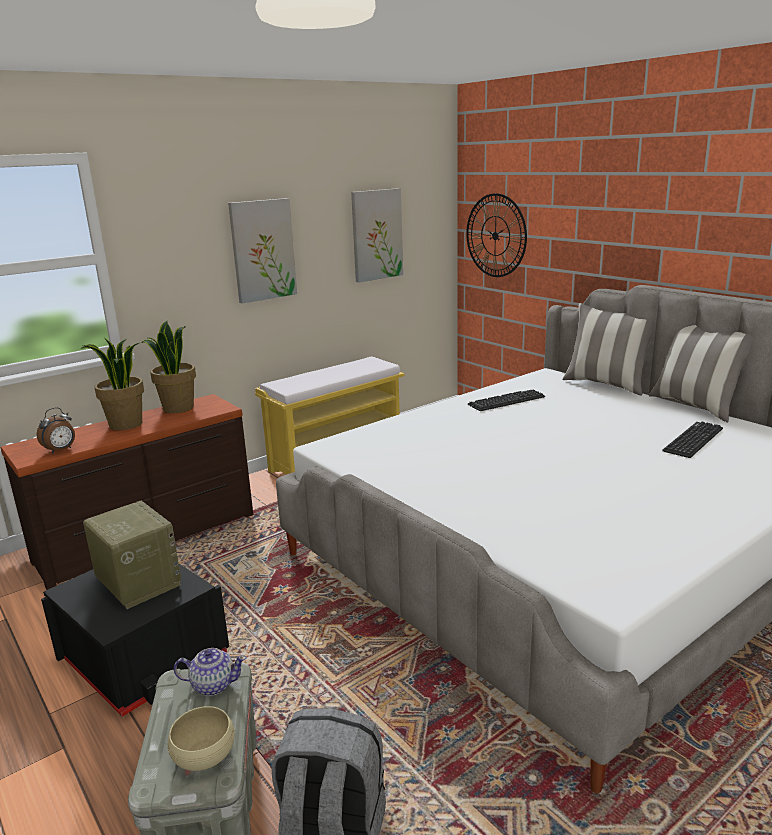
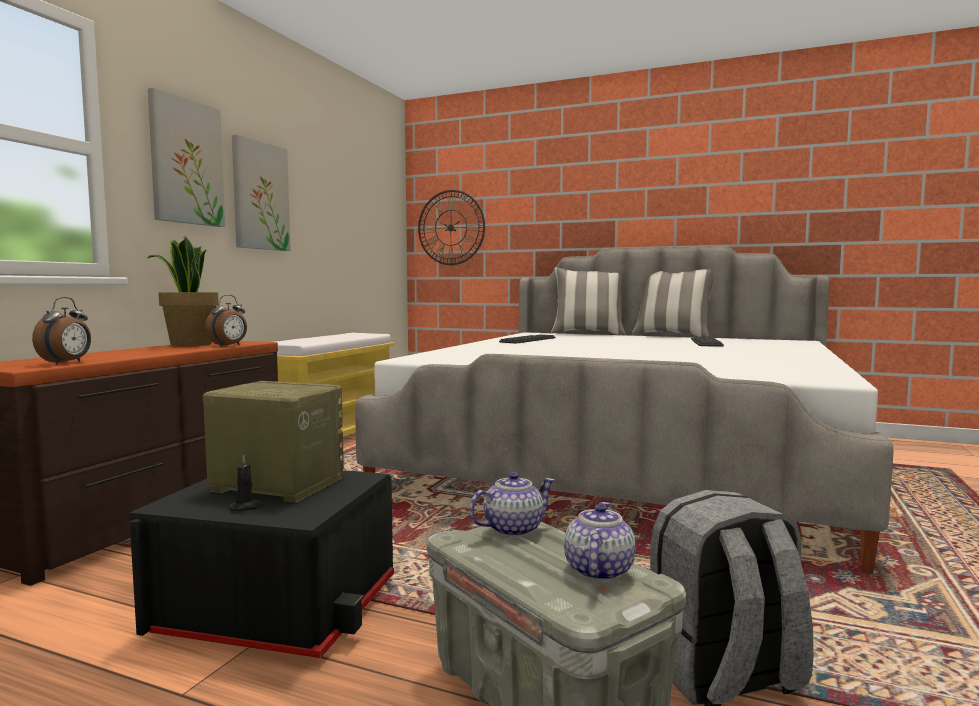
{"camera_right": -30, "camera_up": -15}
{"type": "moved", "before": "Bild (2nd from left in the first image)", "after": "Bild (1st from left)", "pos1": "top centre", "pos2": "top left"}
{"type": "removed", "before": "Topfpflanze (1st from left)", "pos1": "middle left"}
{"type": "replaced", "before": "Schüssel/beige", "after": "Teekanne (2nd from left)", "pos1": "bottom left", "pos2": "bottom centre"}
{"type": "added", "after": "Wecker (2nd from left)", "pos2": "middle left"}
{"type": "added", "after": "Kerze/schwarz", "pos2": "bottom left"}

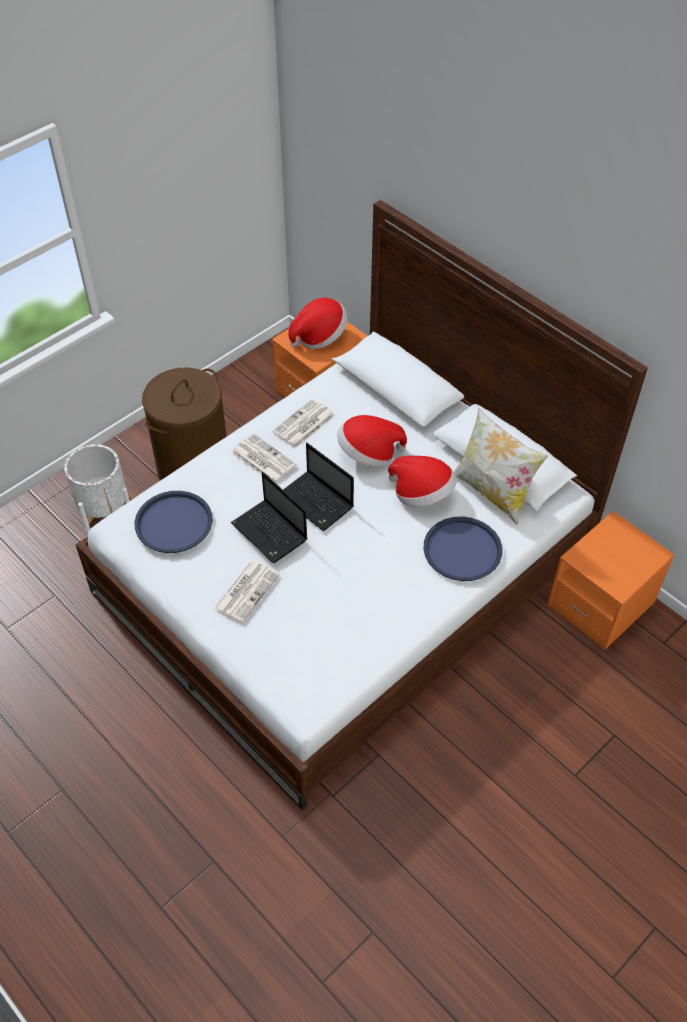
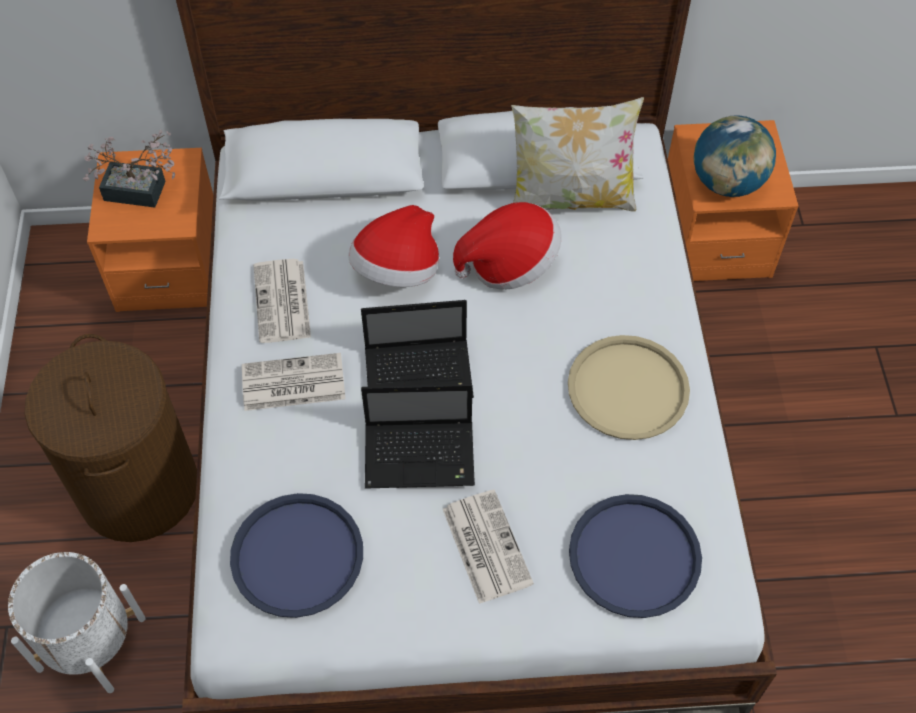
{"camera_right": -50, "camera_up": 5}
{"type": "replaced", "before": "Hut (1st from left)", "after": "Topfpflanze", "pos1": "top centre", "pos2": "top left"}
{"type": "moved", "before": "Tablett/blau (2nd from left)", "pos1": "middle right", "pos2": "bottom right"}
{"type": "added", "after": "Globus", "pos2": "top right"}
{"type": "added", "after": "Tablett/beige", "pos2": "middle right"}

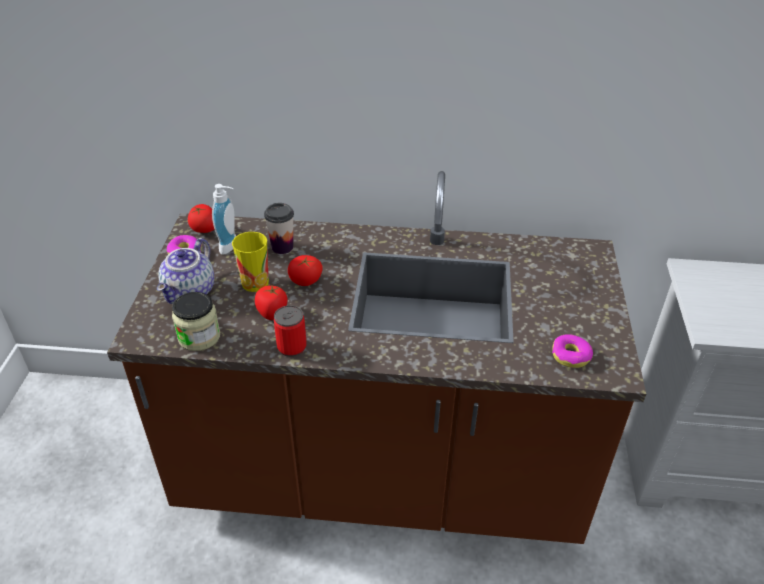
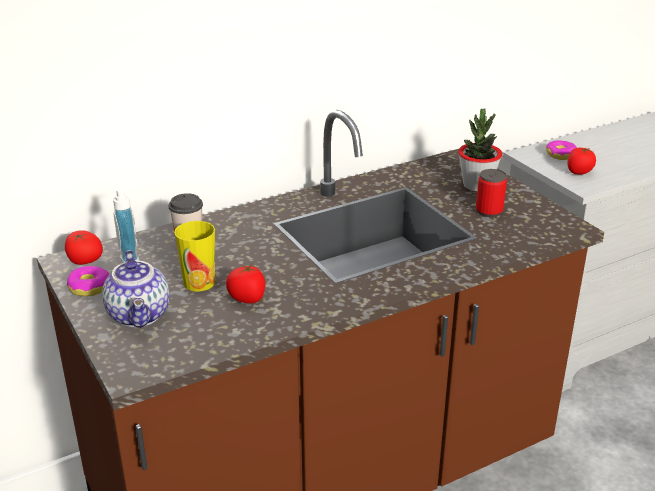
{"camera_right": -35, "camera_up": -10}
{"type": "moved", "before": "Tomate (3rd from left)", "pos1": "centre", "pos2": "top right"}
{"type": "removed", "before": "Vorratsglas", "pos1": "middle left"}
{"type": "moved", "before": "Dose", "pos1": "centre", "pos2": "middle right"}
{"type": "moved", "before": "Donut (2nd from left)", "pos1": "middle right", "pos2": "top right"}
{"type": "added", "after": "Topfpflanze", "pos2": "top right"}

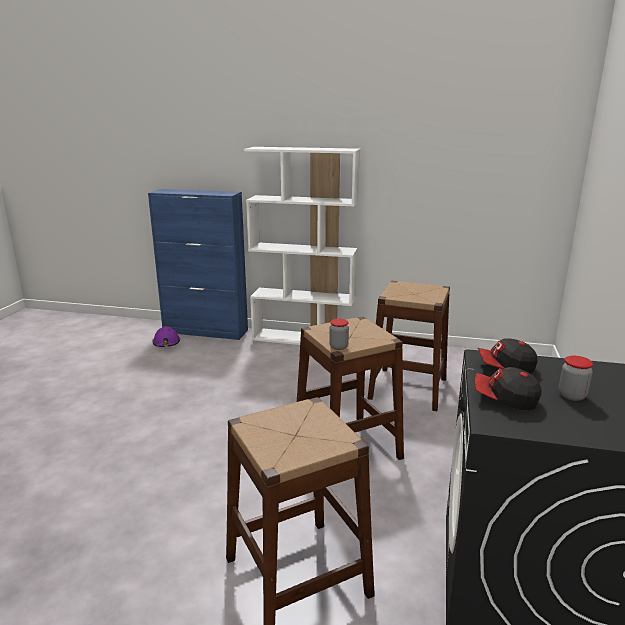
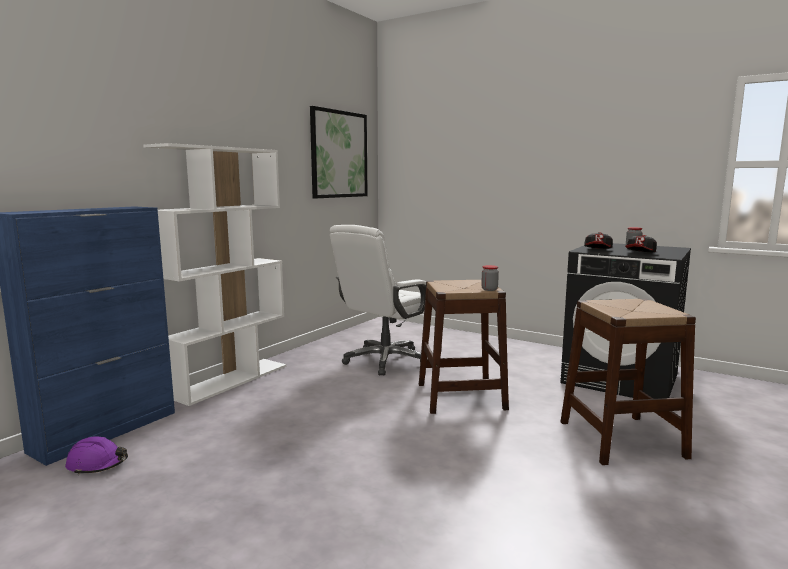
{"camera_right": -70, "camera_up": -10}
{"type": "replaced", "before": "Hocker/braun (3rd from left)", "after": "Bürostuhl/weiß", "pos1": "centre", "pos2": "centre"}
{"type": "added", "after": "Bild", "pos2": "top centre"}

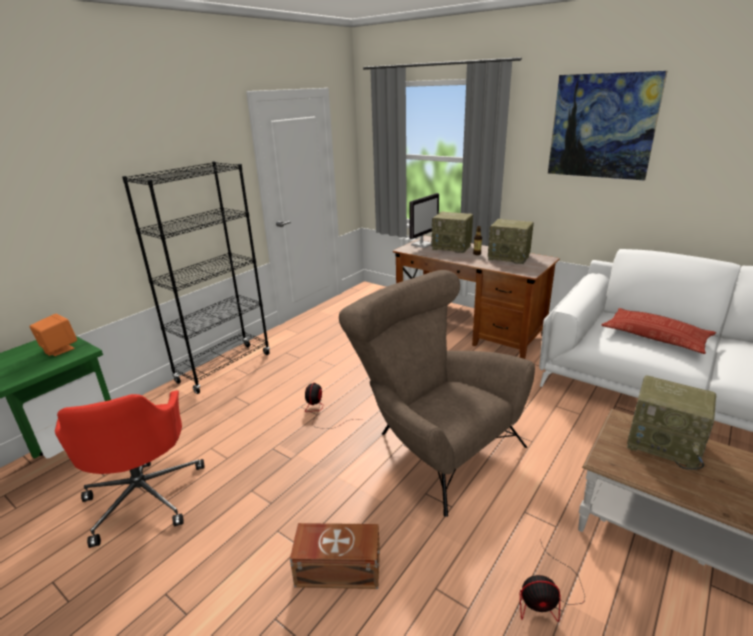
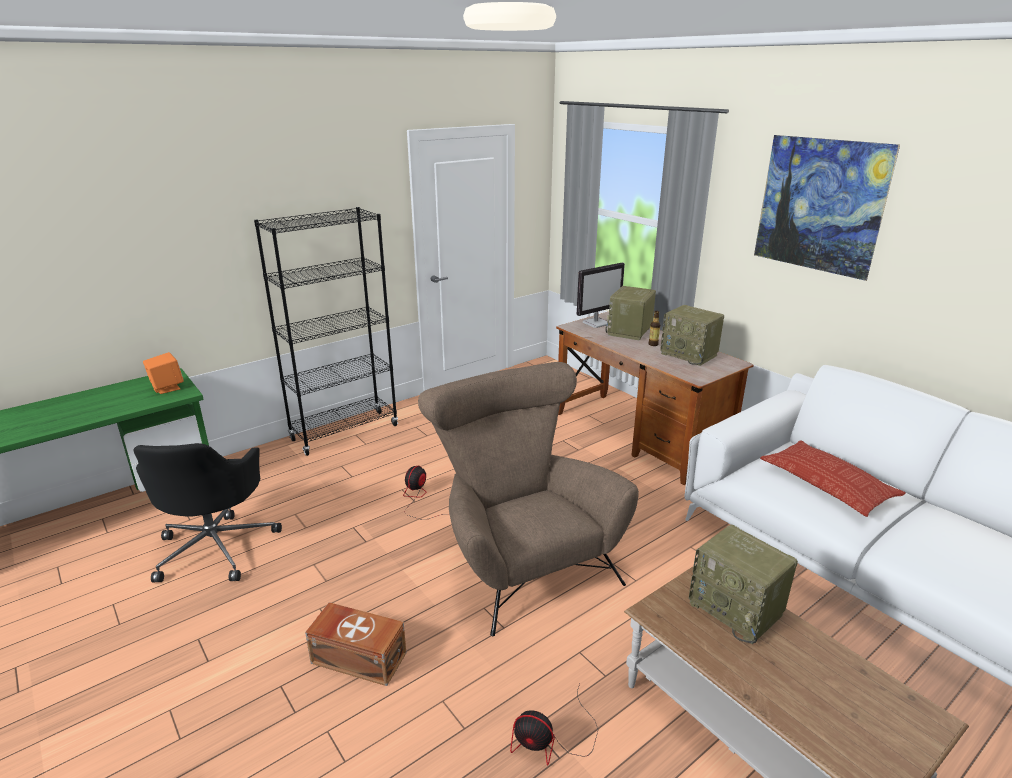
{"camera_right": 15, "camera_up": 0}
{"type": "turned", "before": "Radio (1st from left)", "pos1": "centre", "pos2": "centre", "turn": 75}
{"type": "recoloured", "before": "Bürostuhl/rot", "after": "Bürostuhl/schwarz", "pos1": "bottom left", "pos2": "middle left"}

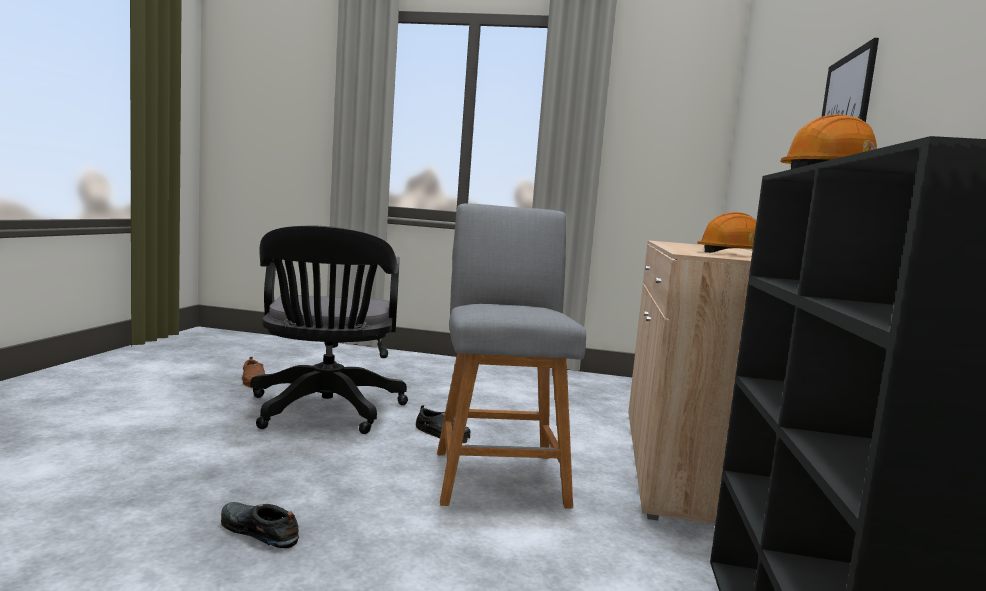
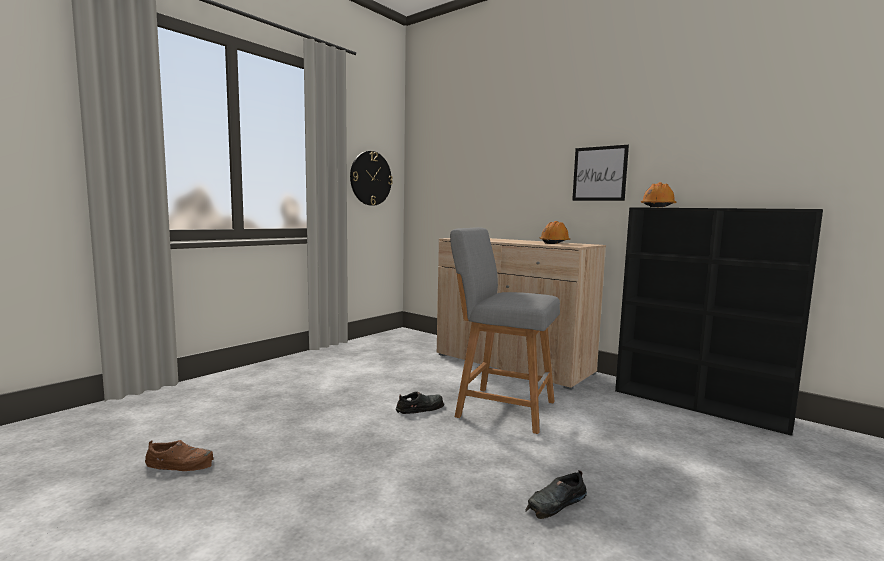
{"camera_right": -60, "camera_up": 0}
{"type": "removed", "before": "Bürostuhl/schwarz", "pos1": "centre"}
{"type": "added", "after": "Wanduhr", "pos2": "top centre"}

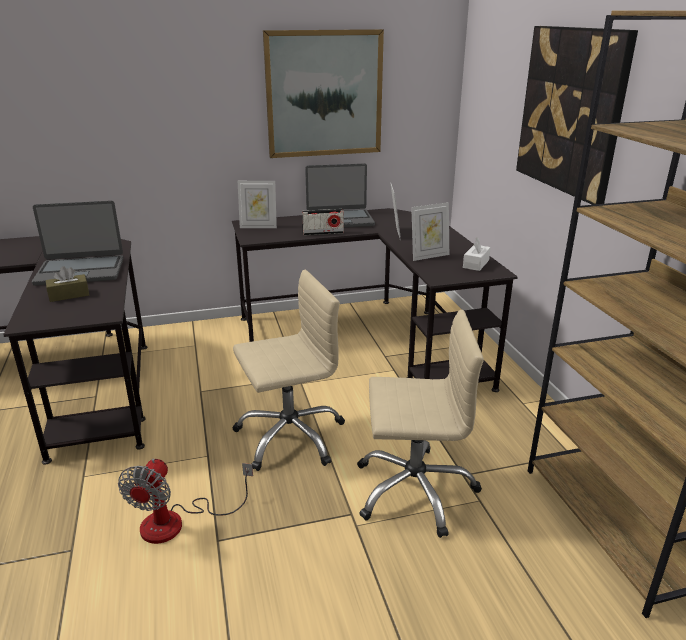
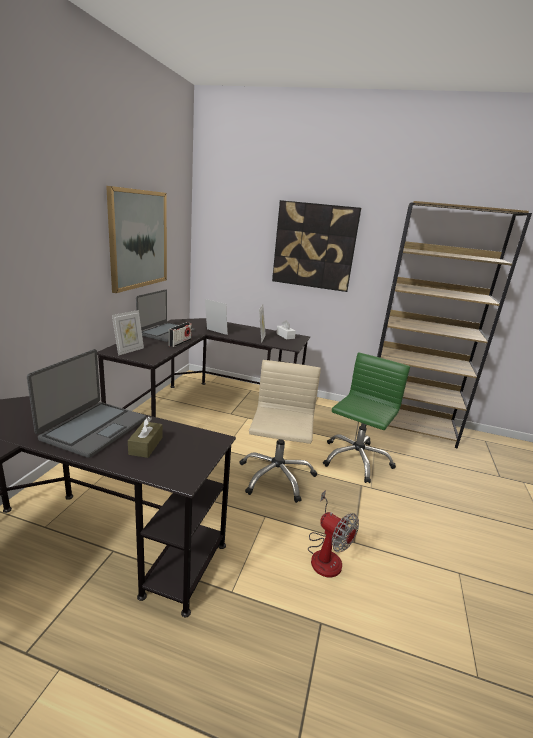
{"camera_right": -60, "camera_up": -5}
{"type": "recoloured", "before": "Bürostuhl/beige (2nd from left)", "after": "Bürostuhl/grün", "pos1": "centre", "pos2": "middle right"}

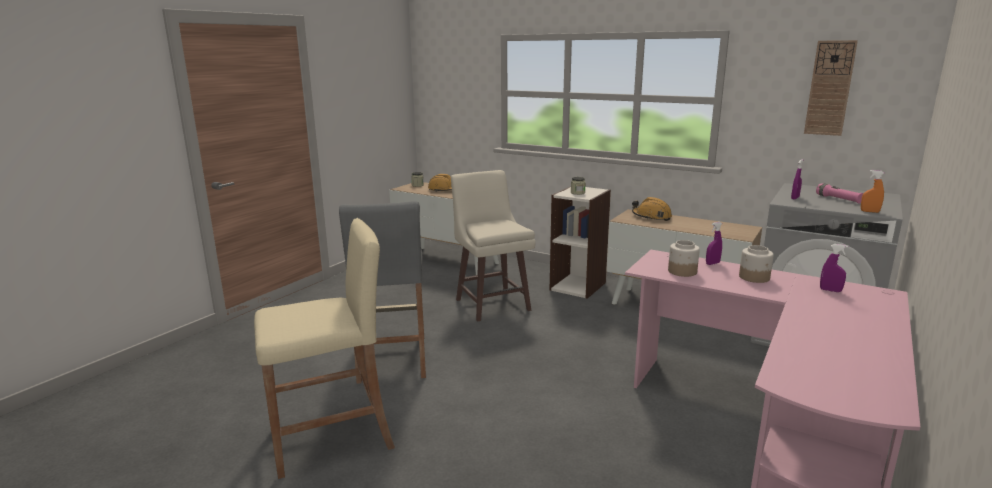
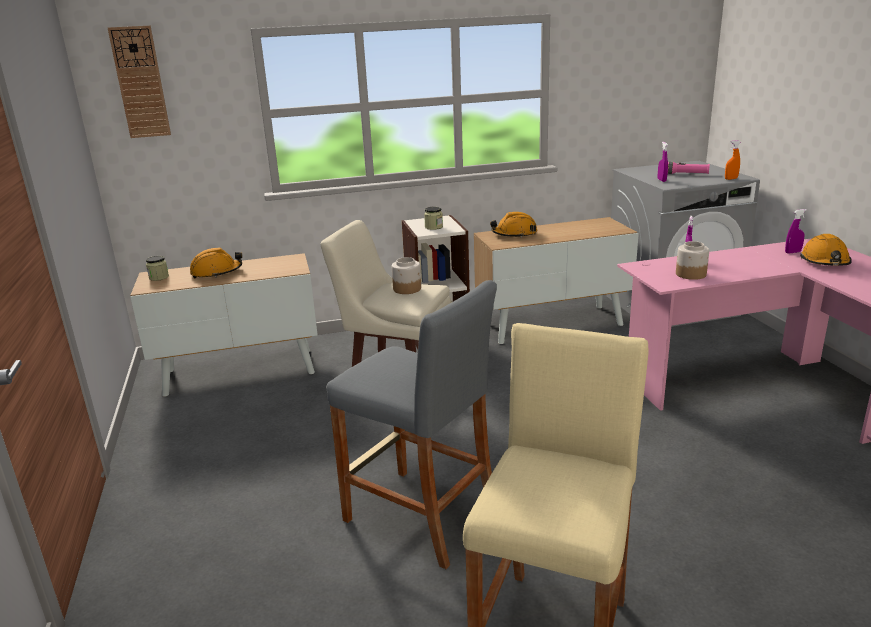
{"camera_right": -45, "camera_up": 5}
{"type": "moved", "before": "Wanduhr", "pos1": "top right", "pos2": "top left"}
{"type": "moved", "before": "Vorratsglas (4th from left in the first image)", "after": "Vorratsglas (2nd from left)", "pos1": "middle right", "pos2": "centre"}
{"type": "added", "after": "Schutzhelm/orange (3rd from left)", "pos2": "middle right"}

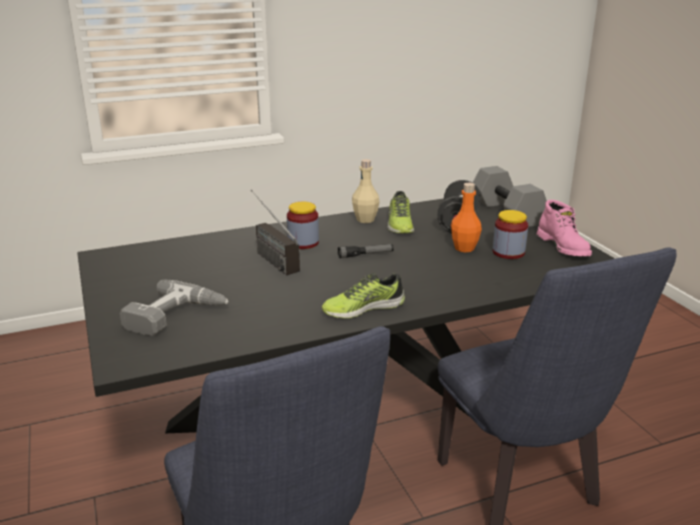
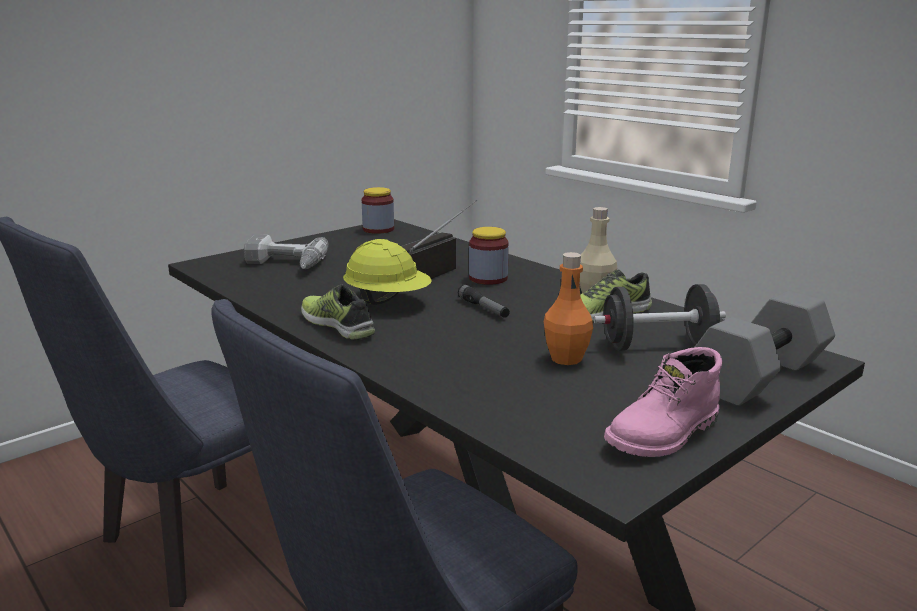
{"camera_right": 70, "camera_up": -5}
{"type": "moved", "before": "Vorratsglas (2nd from left in the first image)", "after": "Vorratsglas (1st from left)", "pos1": "middle right", "pos2": "centre"}
{"type": "added", "after": "Schutzhelm/gelb", "pos2": "centre"}

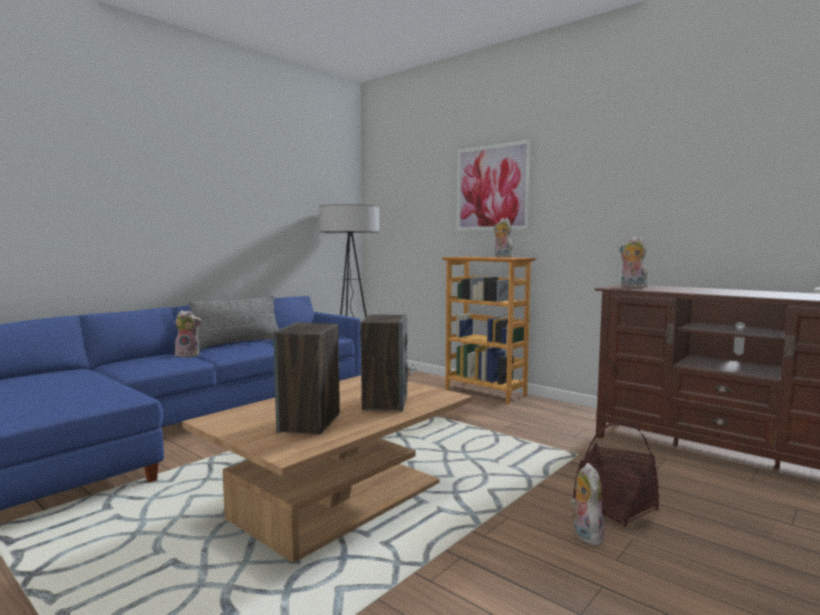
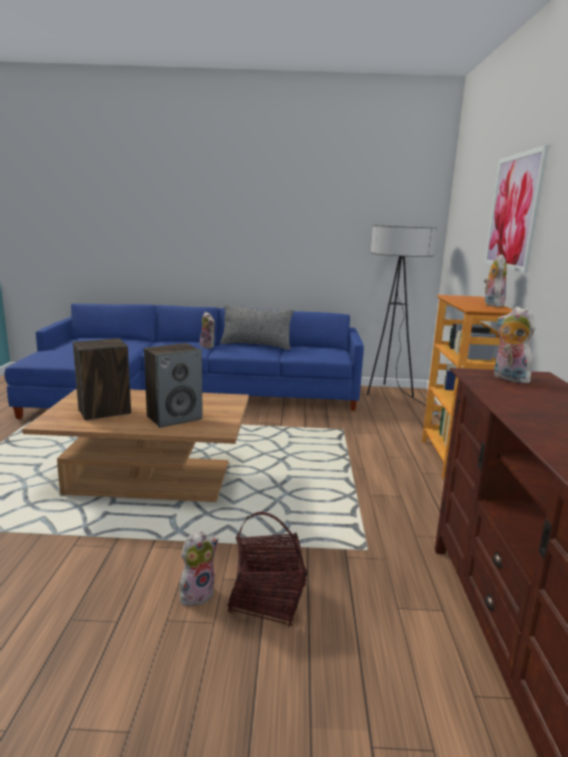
{"camera_right": 50, "camera_up": 10}
{"type": "turned", "before": "Plüschtier (4th from left)", "pos1": "middle right", "pos2": "middle right", "turn": -45}

